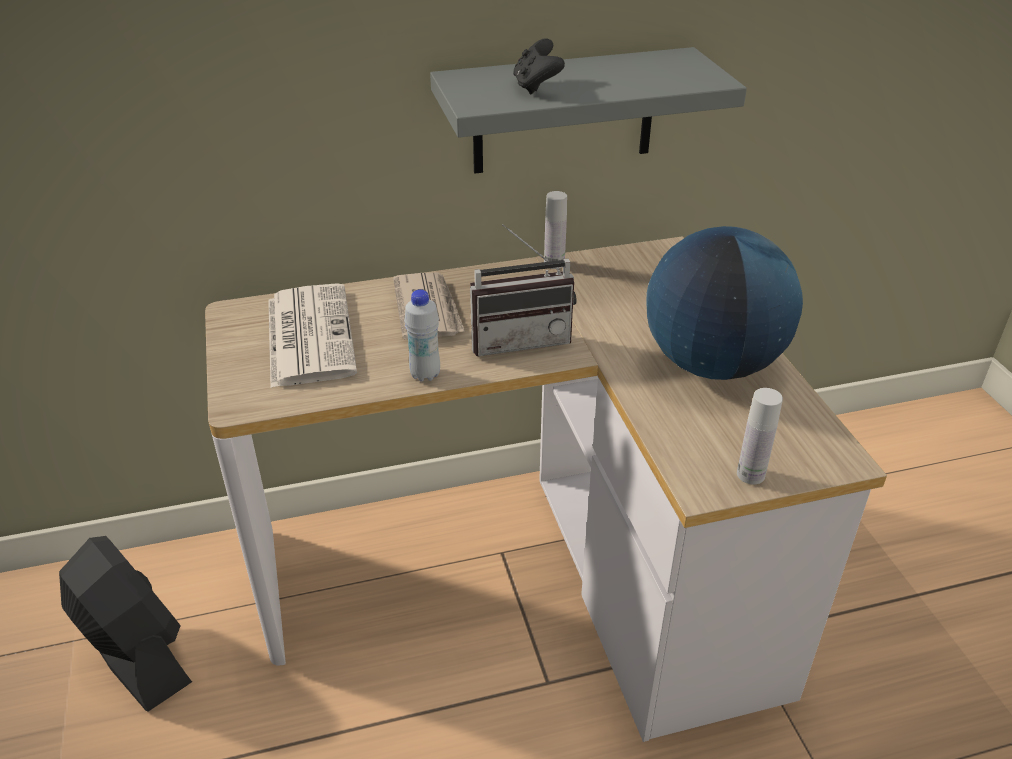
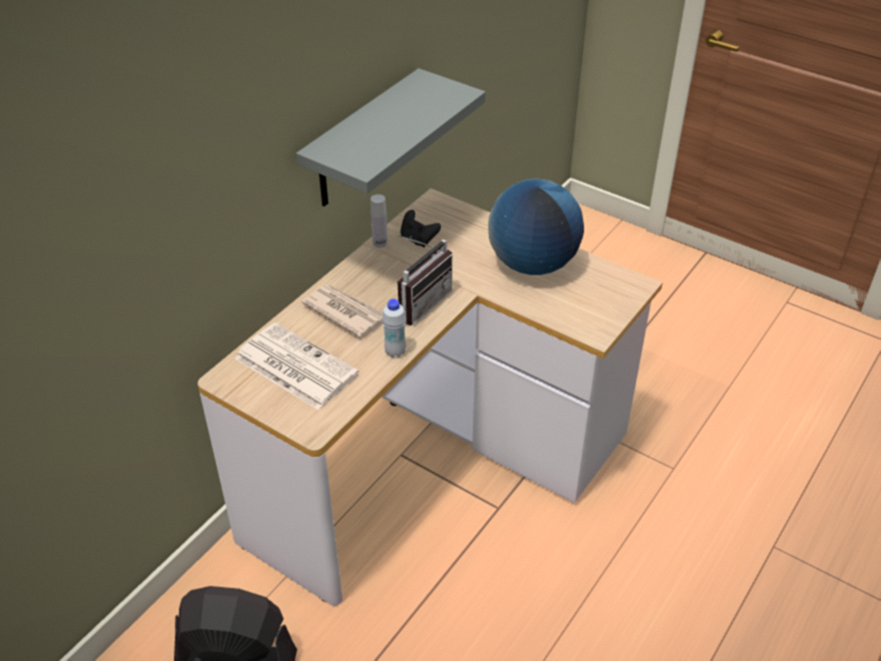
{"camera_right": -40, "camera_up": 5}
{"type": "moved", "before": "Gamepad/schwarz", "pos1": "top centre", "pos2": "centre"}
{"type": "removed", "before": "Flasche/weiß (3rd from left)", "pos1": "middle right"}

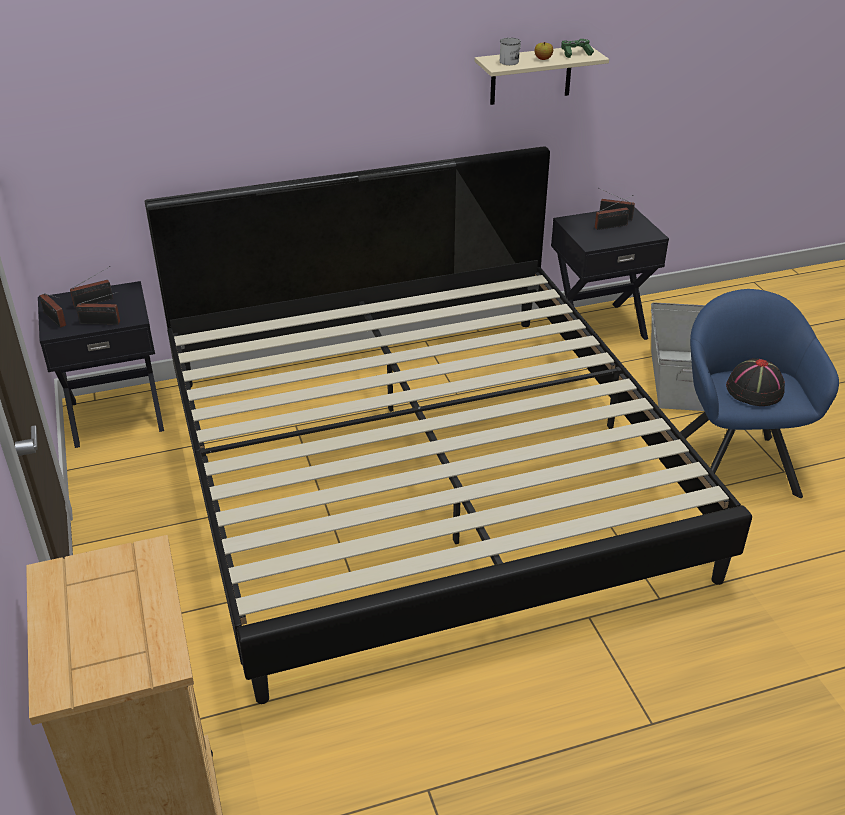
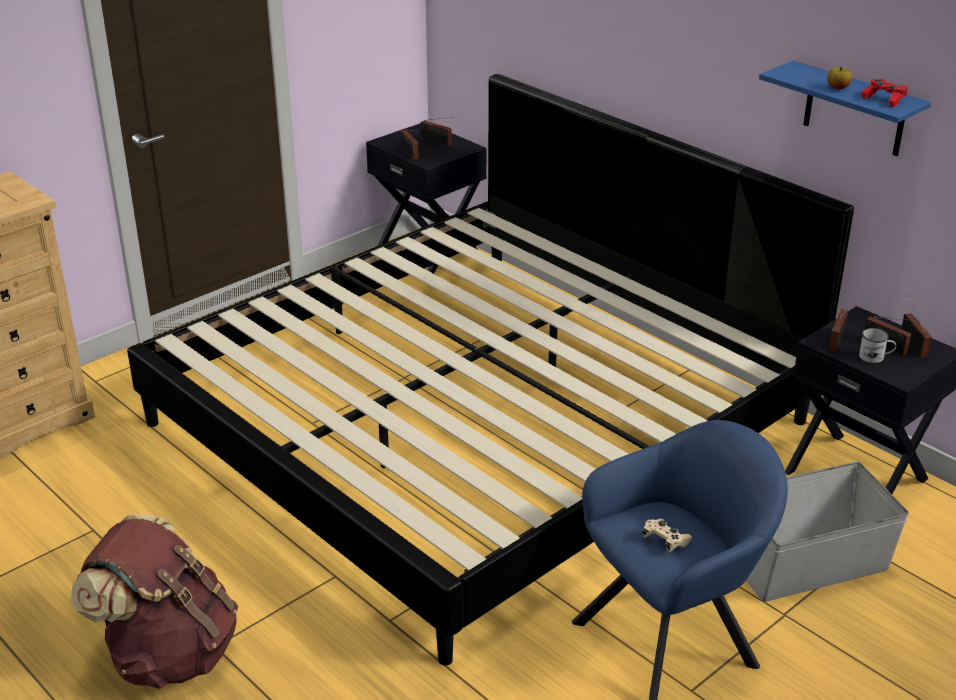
{"camera_right": 65, "camera_up": -5}
{"type": "moved", "before": "Henkelbecher/weiß", "pos1": "top centre", "pos2": "middle right"}
{"type": "recoloured", "before": "Gamepad/grün", "after": "Gamepad/rot", "pos1": "top right", "pos2": "top right"}
{"type": "recoloured", "before": "Wandregal/beige", "after": "Wandregal/blau", "pos1": "top centre", "pos2": "top right"}
{"type": "moved", "before": "Radio (1st from left in the first image)", "after": "Radio (3rd from left)", "pos1": "middle left", "pos2": "middle right"}
{"type": "replaced", "before": "Hut/schwarz", "after": "Gamepad/beige", "pos1": "middle right", "pos2": "bottom right"}
{"type": "added", "after": "Rucksack/braun", "pos2": "bottom left"}

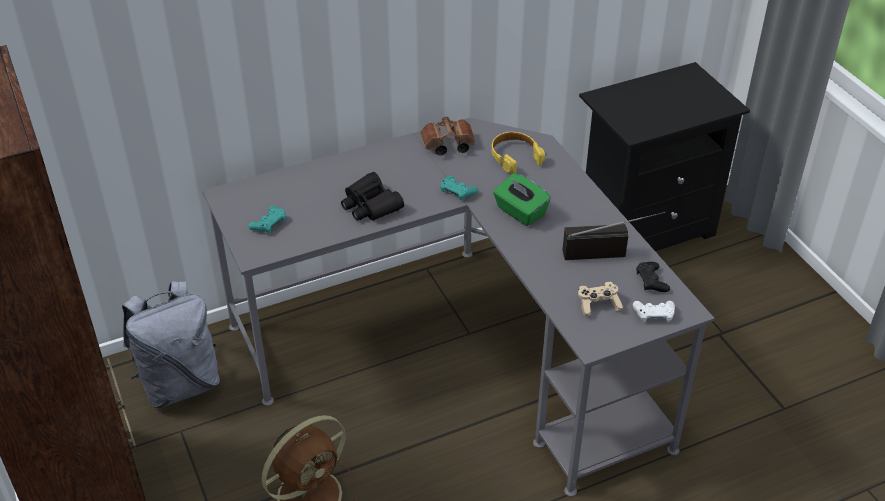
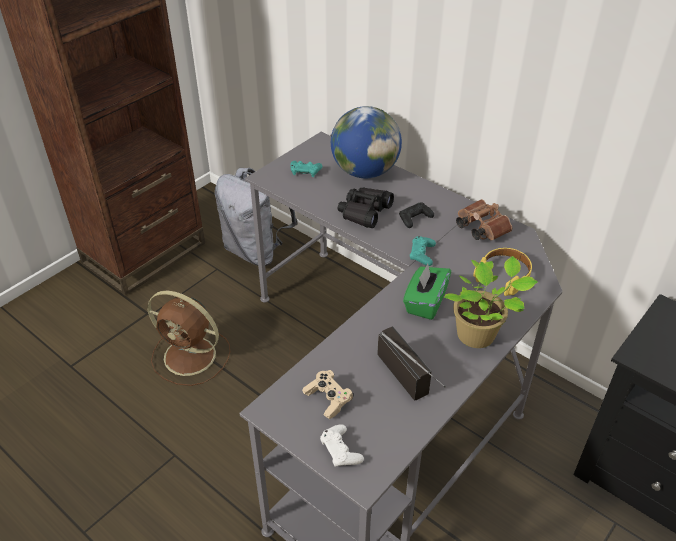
{"camera_right": 65, "camera_up": 0}
{"type": "moved", "before": "Gamepad/schwarz", "pos1": "middle right", "pos2": "centre"}
{"type": "added", "after": "Globus", "pos2": "top centre"}
{"type": "added", "after": "Topfpflanze", "pos2": "middle right"}

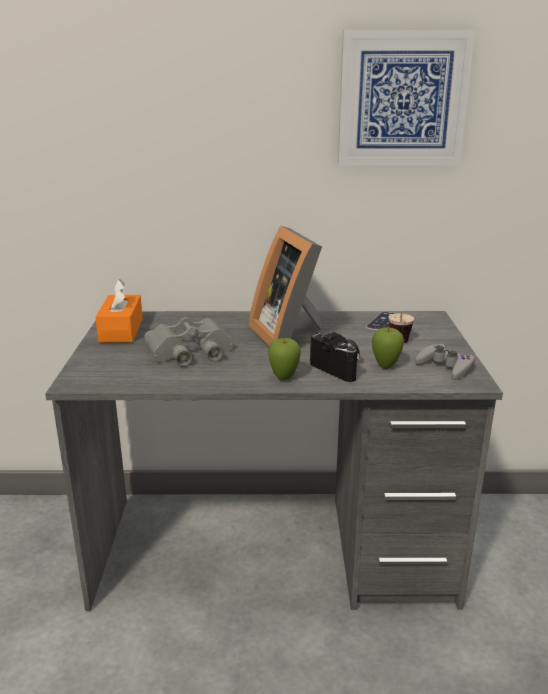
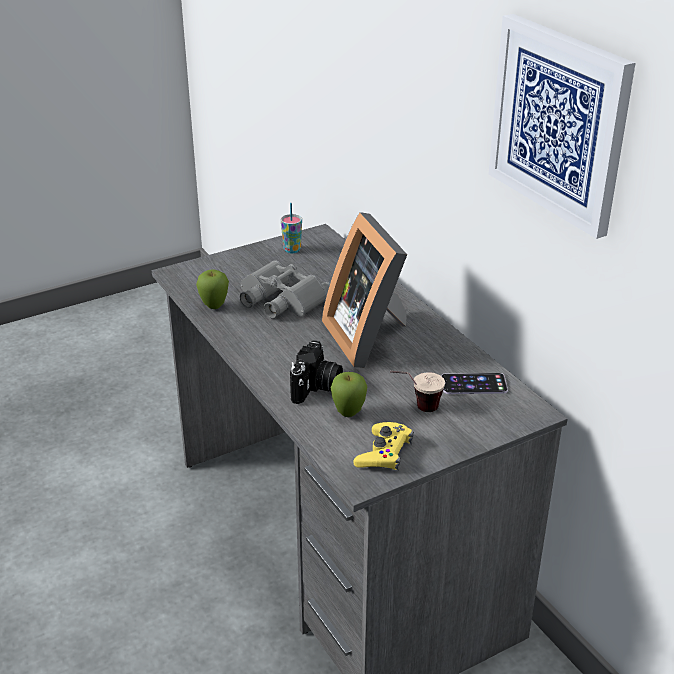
{"camera_right": 60, "camera_up": 10}
{"type": "turned", "before": "Bilderrahmen", "pos1": "centre", "pos2": "centre", "turn": -60}
{"type": "replaced", "before": "Taschentuchbox/orange", "after": "Tasse (1st from left)", "pos1": "middle left", "pos2": "centre"}
{"type": "moved", "before": "Apfel (1st from left)", "pos1": "centre", "pos2": "middle left"}
{"type": "recoloured", "before": "Gamepad/grau", "after": "Gamepad/gelb", "pos1": "middle right", "pos2": "centre"}

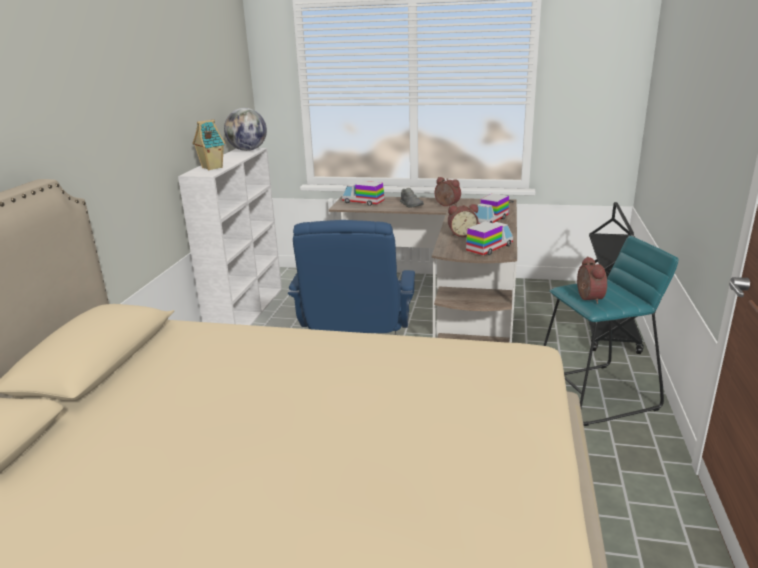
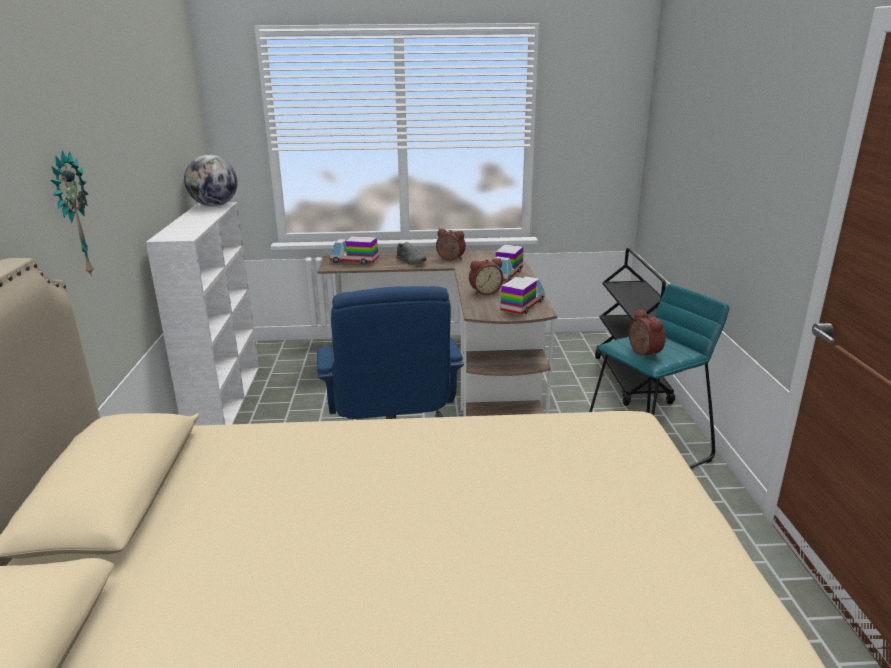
{"camera_right": -15, "camera_up": 0}
{"type": "removed", "before": "Spielzeughaus", "pos1": "top left"}
{"type": "added", "after": "Wanduhr", "pos2": "top left"}

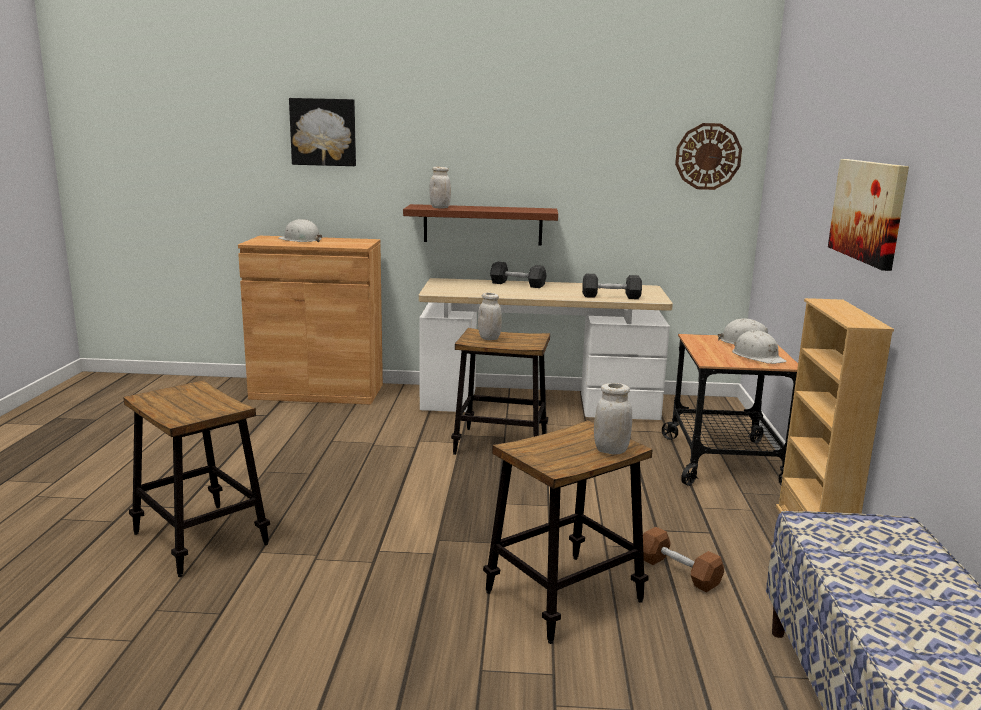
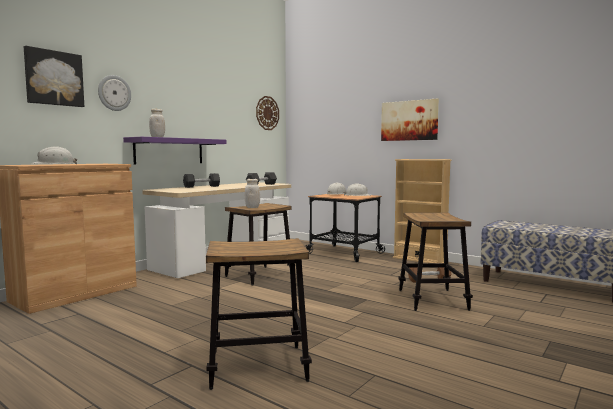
{"camera_right": -55, "camera_up": -10}
{"type": "recoloured", "before": "Wandregal/braun", "after": "Wandregal/lila", "pos1": "top centre", "pos2": "middle left"}
{"type": "removed", "before": "Vorratsglas/weiß (3rd from left)", "pos1": "centre"}
{"type": "added", "after": "Wanduhr (1st from left)", "pos2": "top left"}

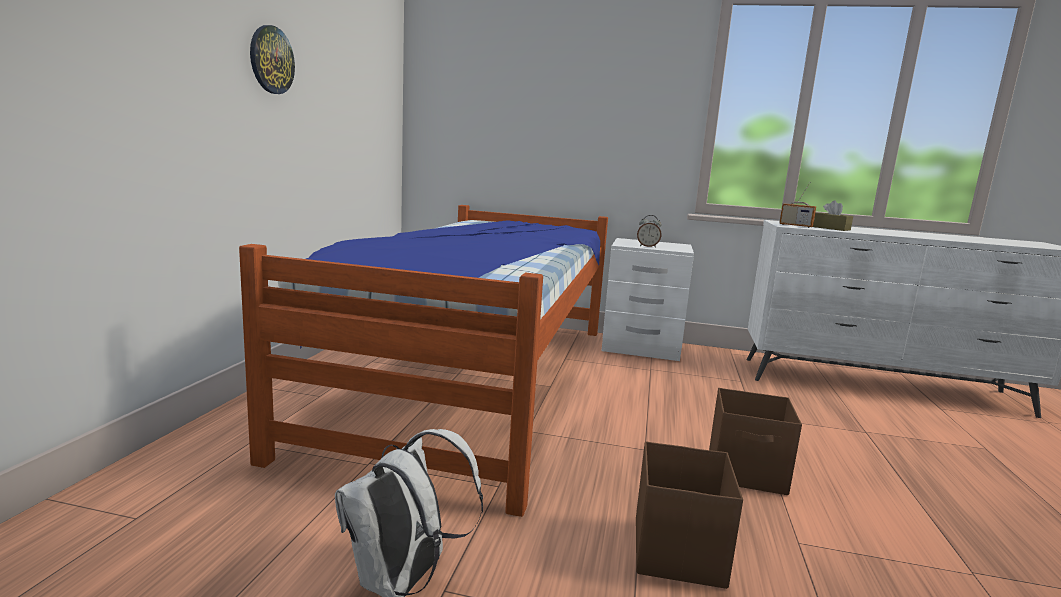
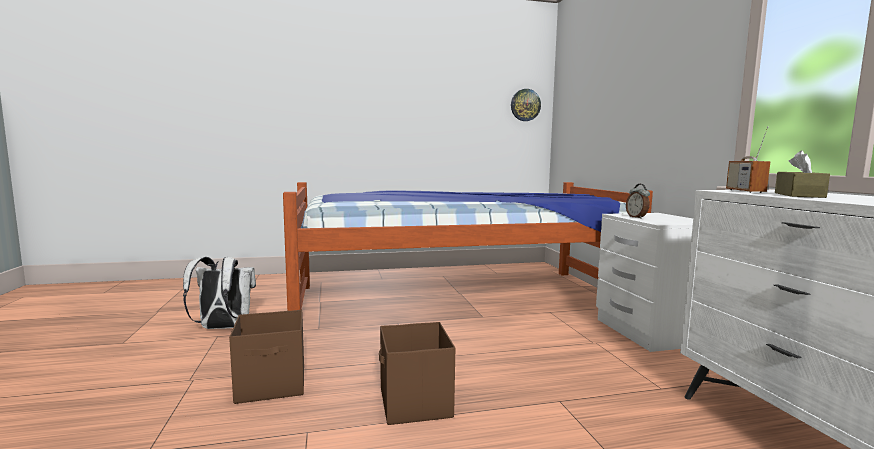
{"camera_right": 65, "camera_up": -5}
{"type": "moved", "before": "Wanduhr", "pos1": "top left", "pos2": "top centre"}

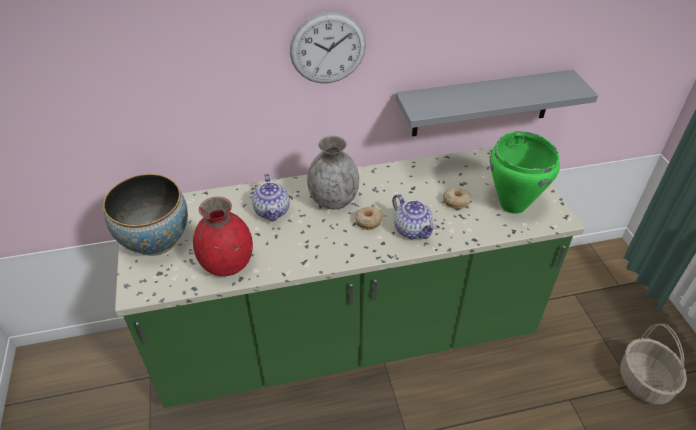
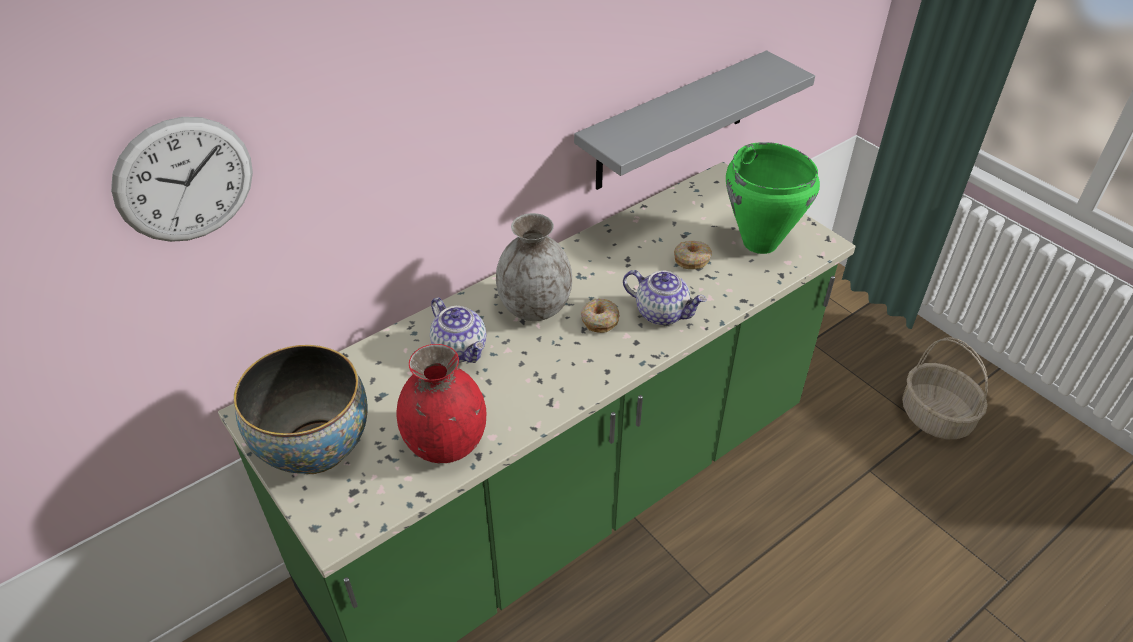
{"camera_right": -25, "camera_up": 0}
{"type": "moved", "before": "Wanduhr", "pos1": "top centre", "pos2": "top left"}

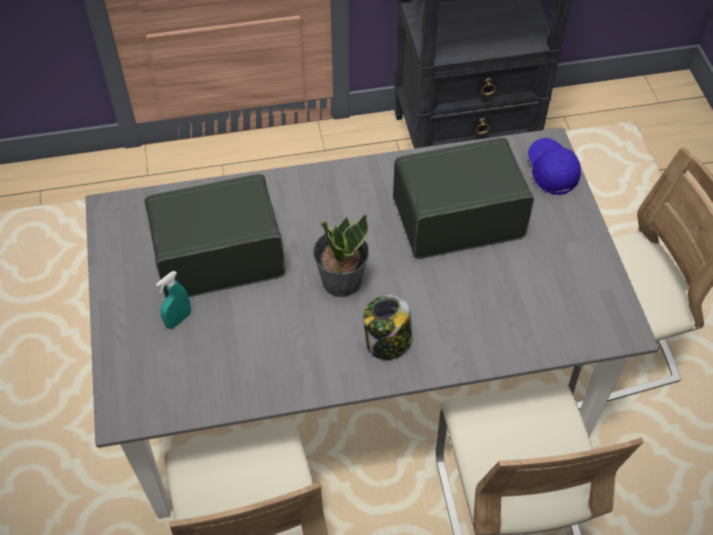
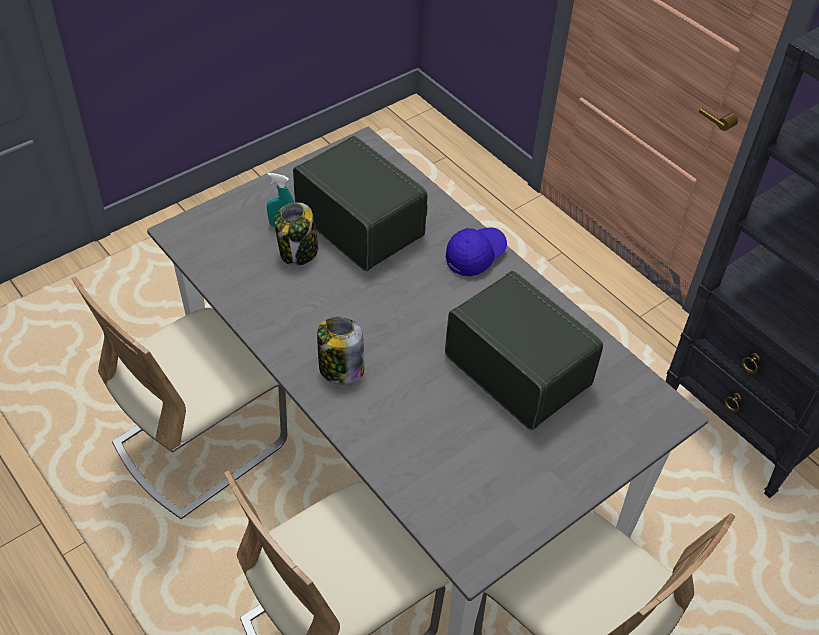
{"camera_right": 60, "camera_up": -5}
{"type": "moved", "before": "Kappe/blau", "pos1": "top right", "pos2": "centre"}
{"type": "removed", "before": "Topfpflanze", "pos1": "centre"}
{"type": "added", "after": "Vorratsglas (1st from left)", "pos2": "centre"}

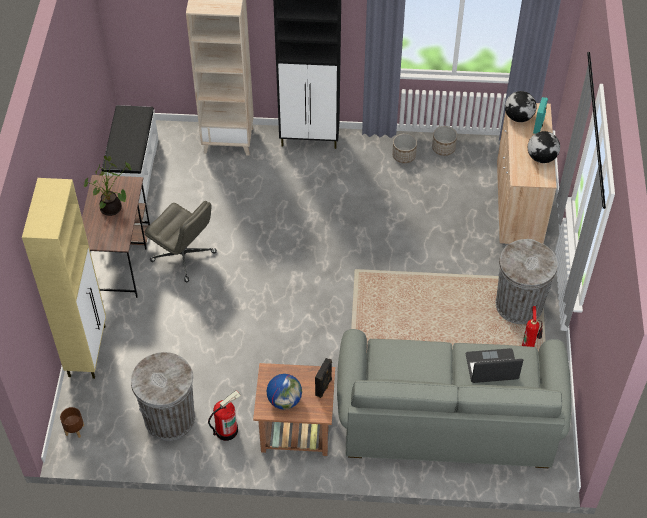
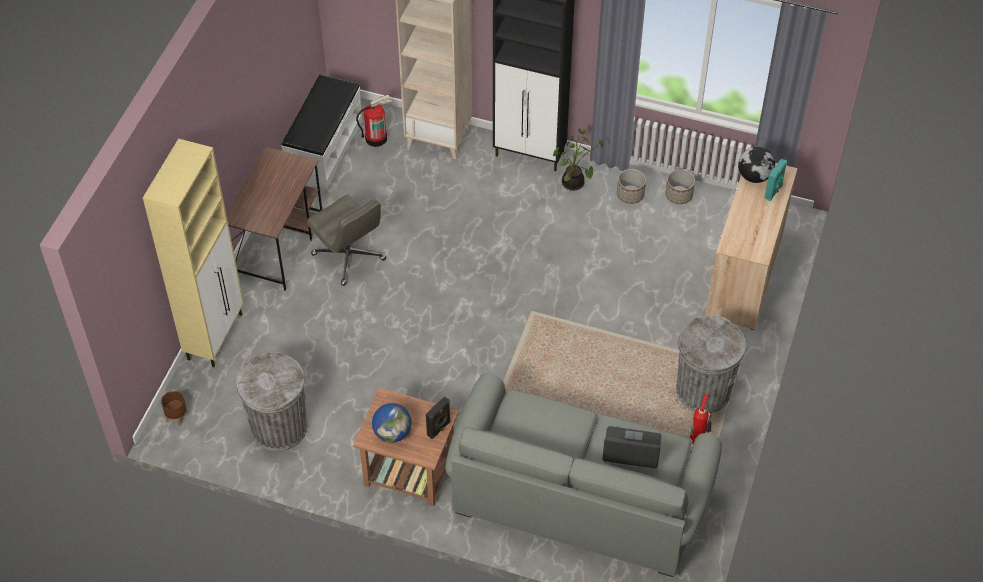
{"camera_right": 15, "camera_up": 0}
{"type": "removed", "before": "Globus (3rd from left)", "pos1": "top right"}
{"type": "moved", "before": "Topfpflanze", "pos1": "middle left", "pos2": "top centre"}
{"type": "moved", "before": "Feuerlöscher (1st from left)", "pos1": "bottom centre", "pos2": "top centre"}

